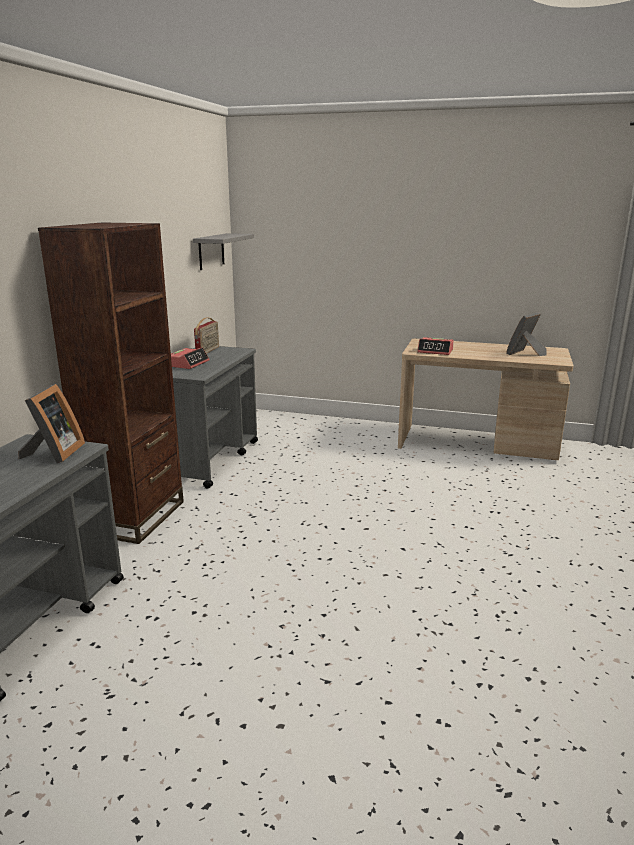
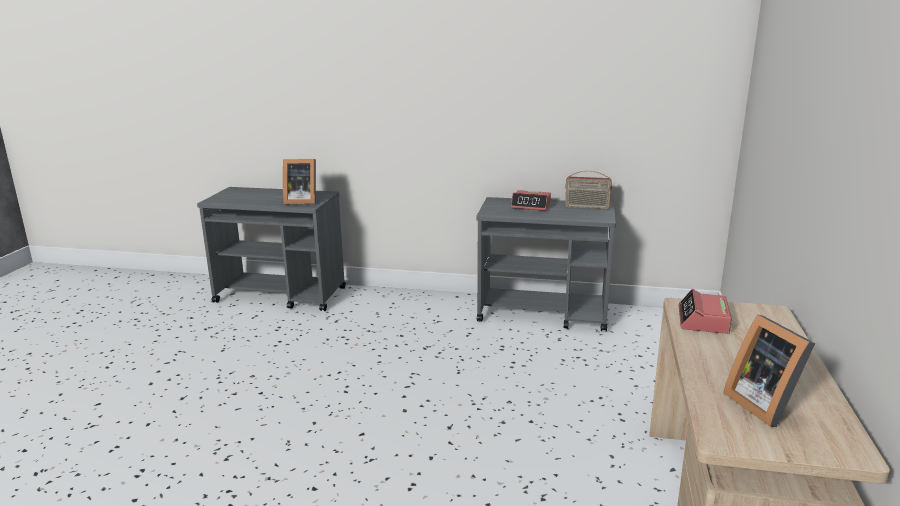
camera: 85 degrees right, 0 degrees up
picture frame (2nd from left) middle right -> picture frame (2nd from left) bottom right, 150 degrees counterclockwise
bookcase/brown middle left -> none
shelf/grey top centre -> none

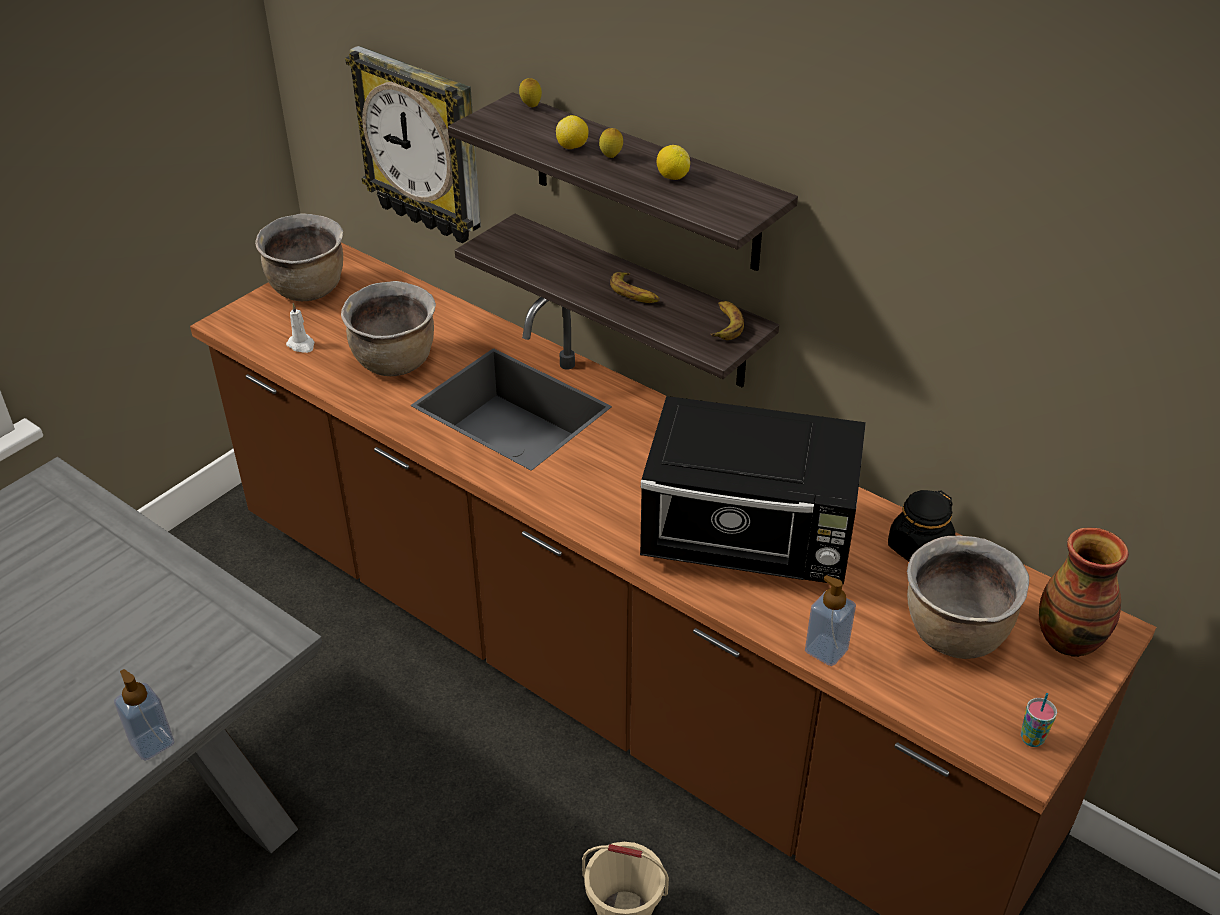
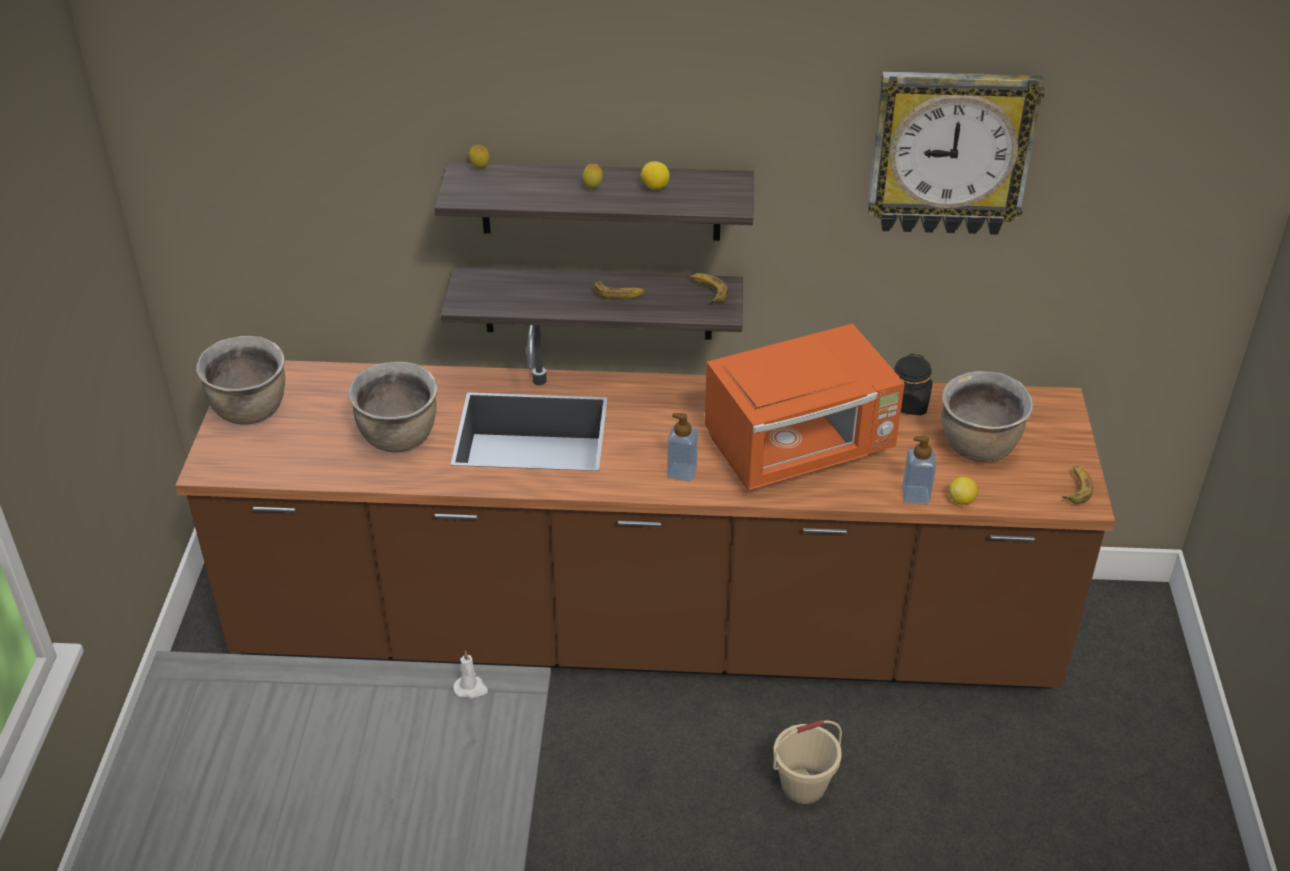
camera: 35 degrees left, 0 degrees up
candle/white middle left -> candle/white bottom centre, move
soap dispenser (1st from left) bottom left -> soap dispenser (1st from left) centre, move
microwave/black centre -> microwave/orange centre
wall clock top centre -> wall clock top right, move
lemon (2nd from left in the first image) top centre -> lemon (4th from left) middle right, move
cup bottom right -> banana (3rd from left) middle right
vase middle right -> none

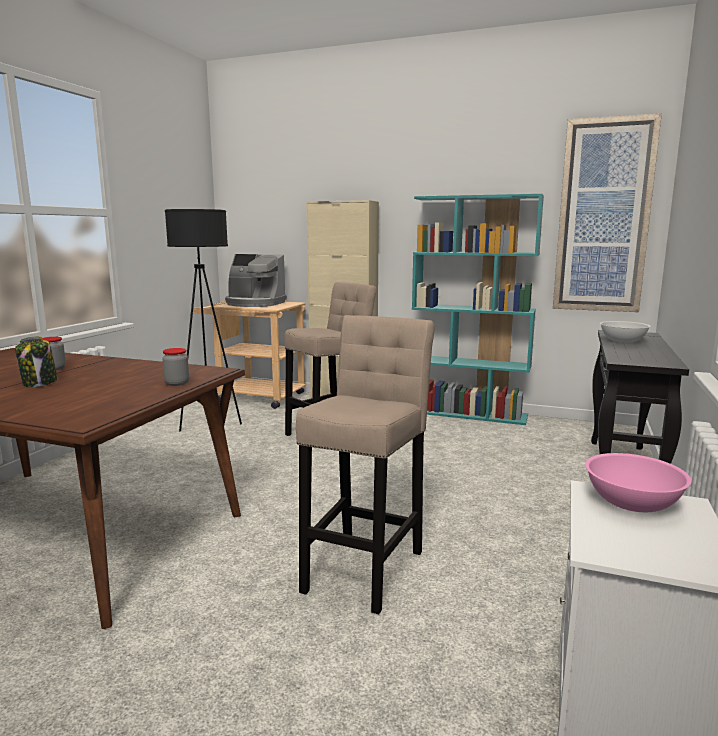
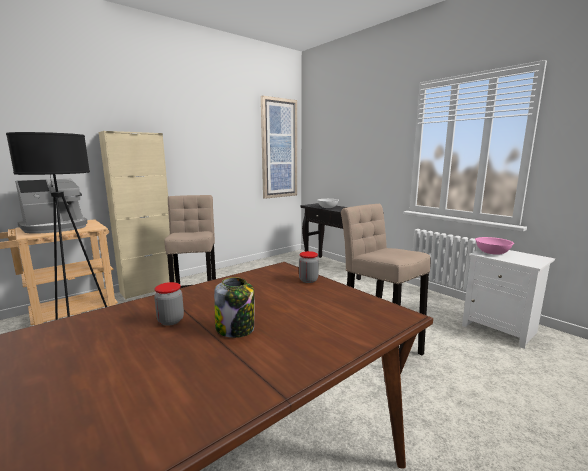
camera: 60 degrees left, 0 degrees up
bookcase/turquoise centre -> none

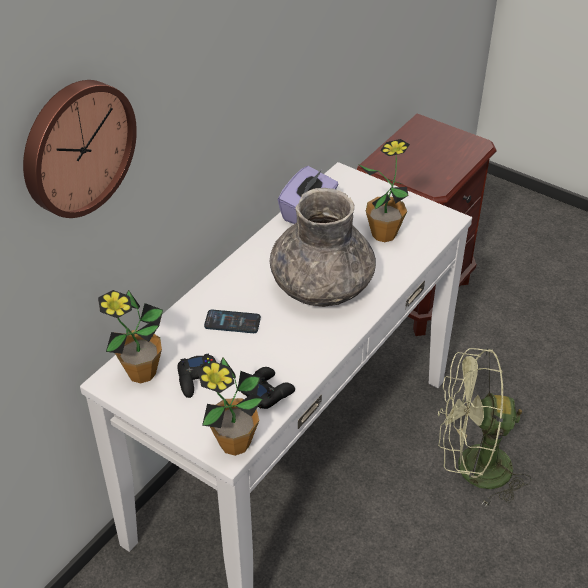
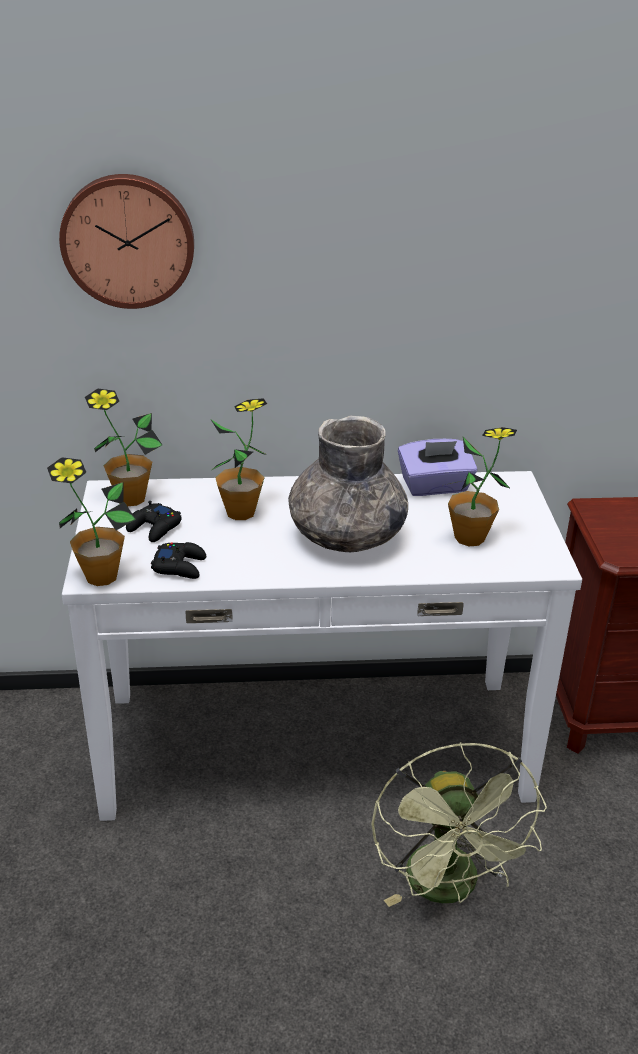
camera: 50 degrees right, 10 degrees down
phone centre -> potted plant (3rd from left) centre
fan/green bottom right, 150 degrees counterclockwise

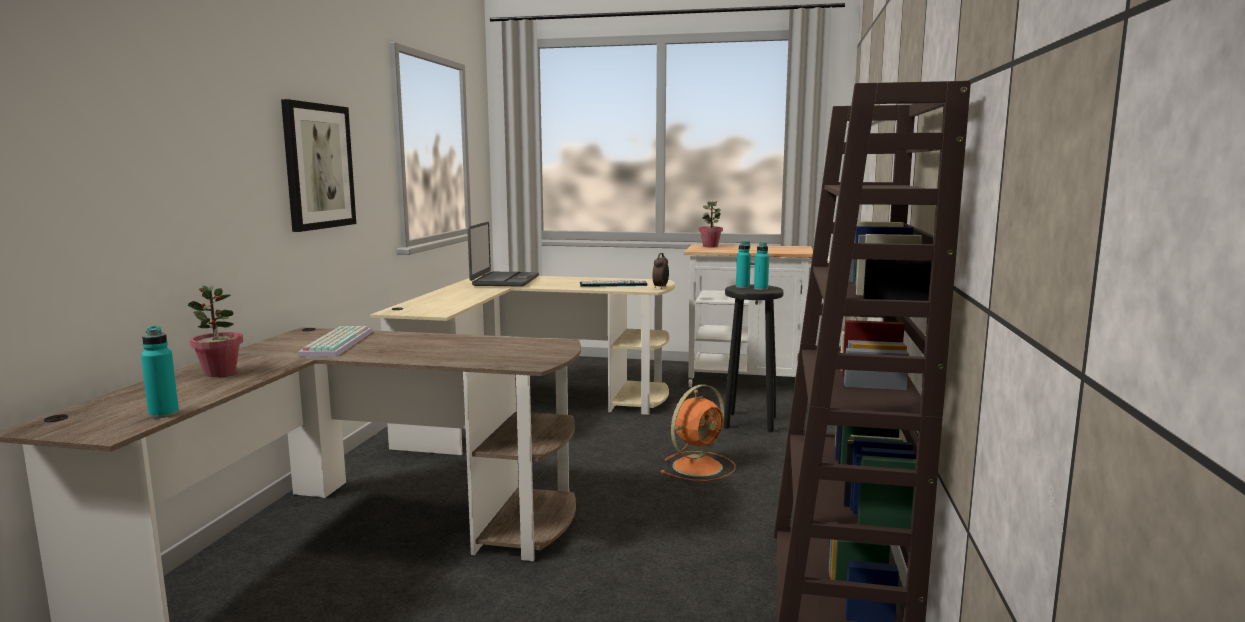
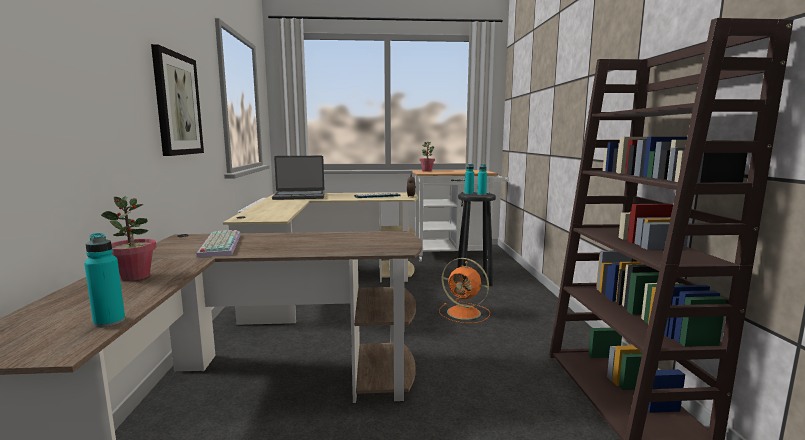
camera: 15 degrees left, 0 degrees up
laptop centre, 90 degrees clockwise
fan/orange bottom centre -> fan/orange centre, 90 degrees clockwise

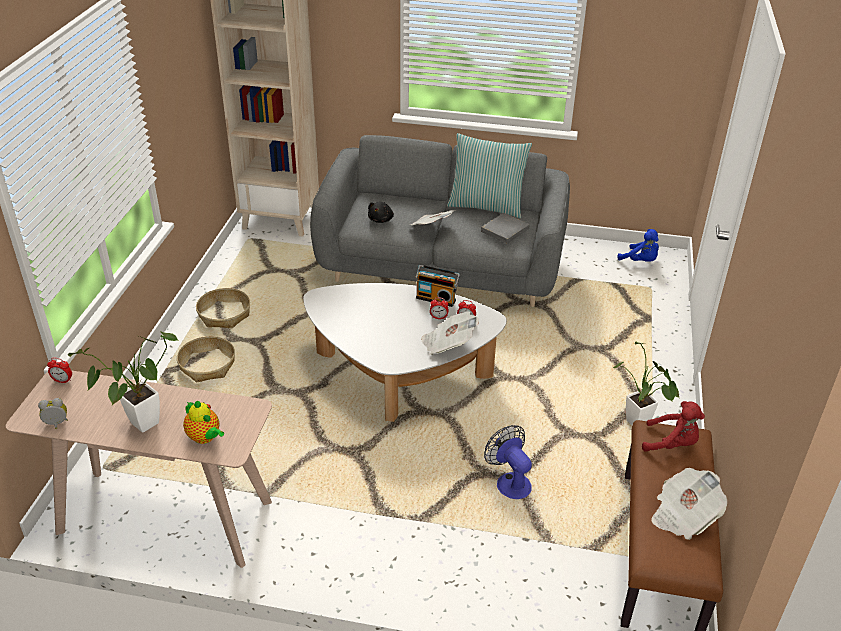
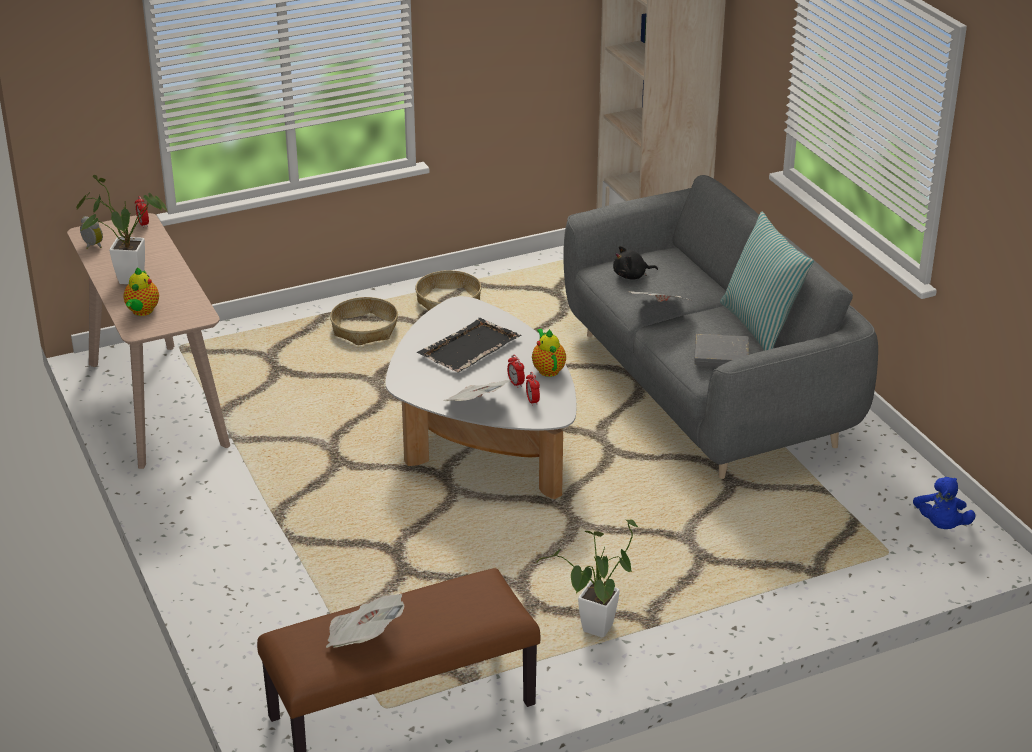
camera: 55 degrees right, 5 degrees down
none -> tray/black centre
radio centre -> teapot (2nd from left) centre
fan bottom centre -> none
plush toy/red bottom right -> none

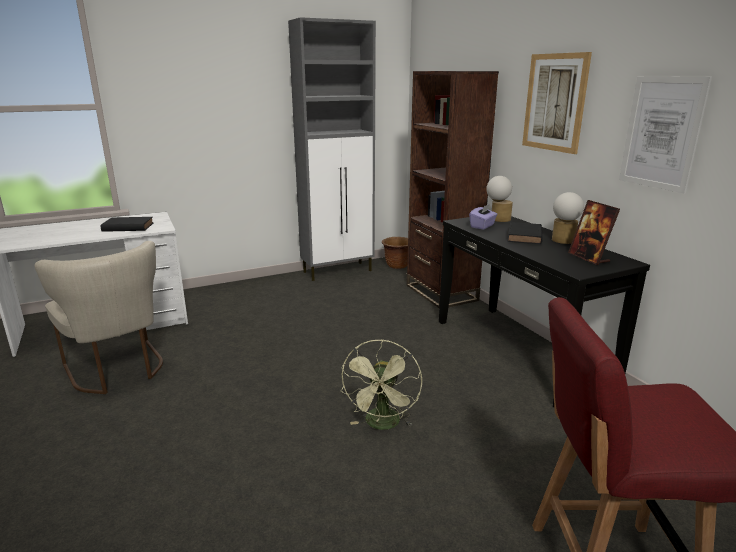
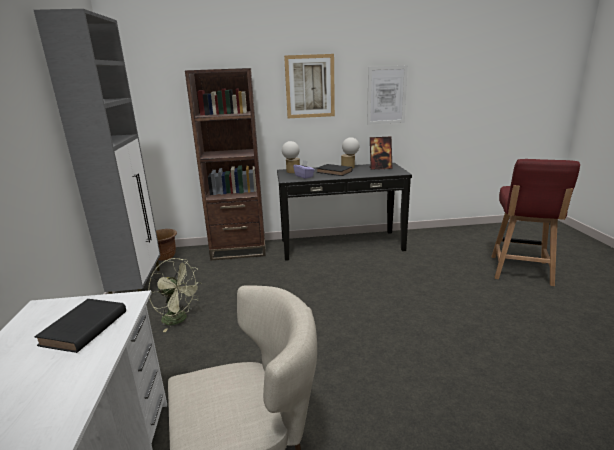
camera: 70 degrees left, 0 degrees up
fan/green bottom centre -> fan/green middle left, move

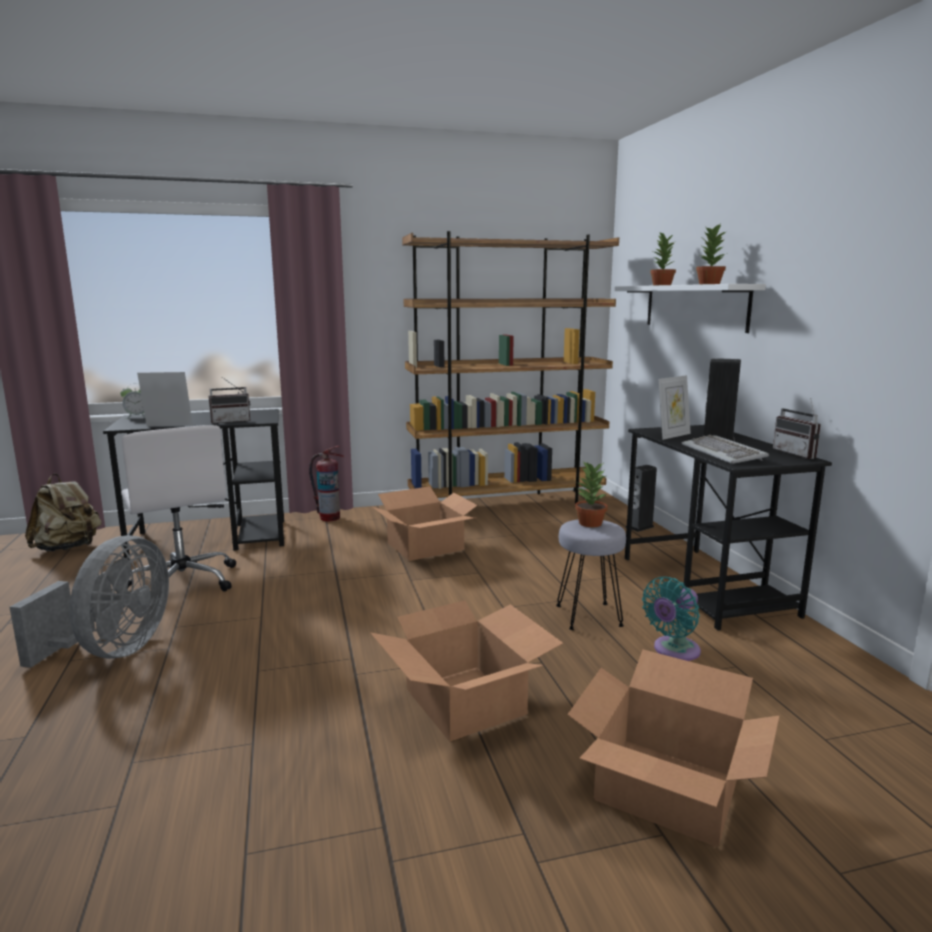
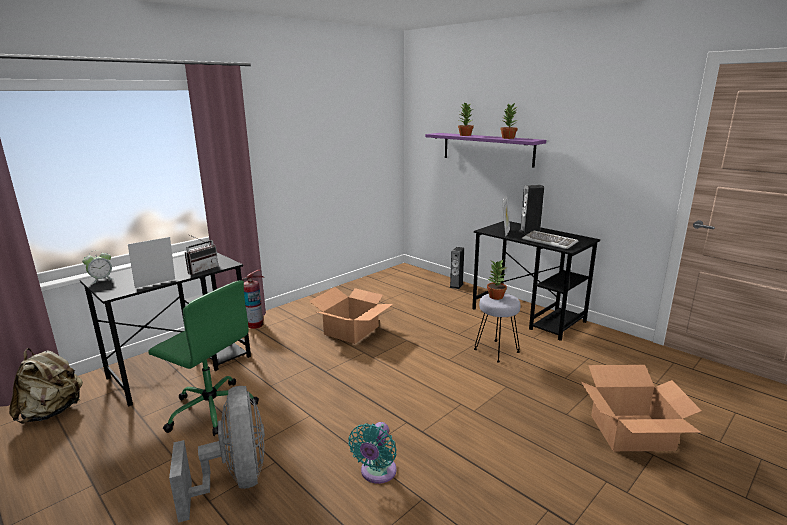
camera: 30 degrees left, 5 degrees up
office chair/white middle left -> office chair/green bottom left
fan/turquoise middle right -> fan/turquoise bottom centre, move
shelf/white top right -> shelf/purple top centre
cardboard box (2nd from left) bottom centre -> none
bookcase/brown centre -> none
radio (2nd from left) middle right -> none

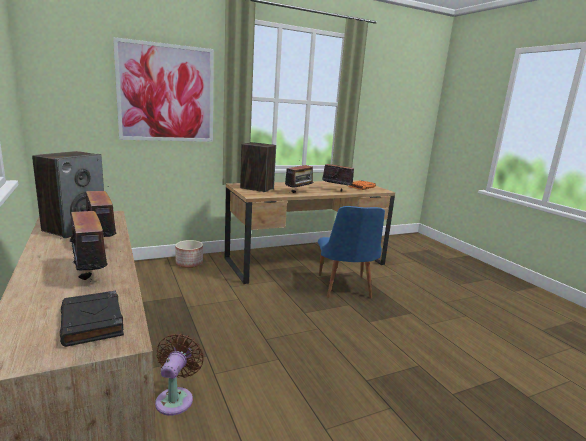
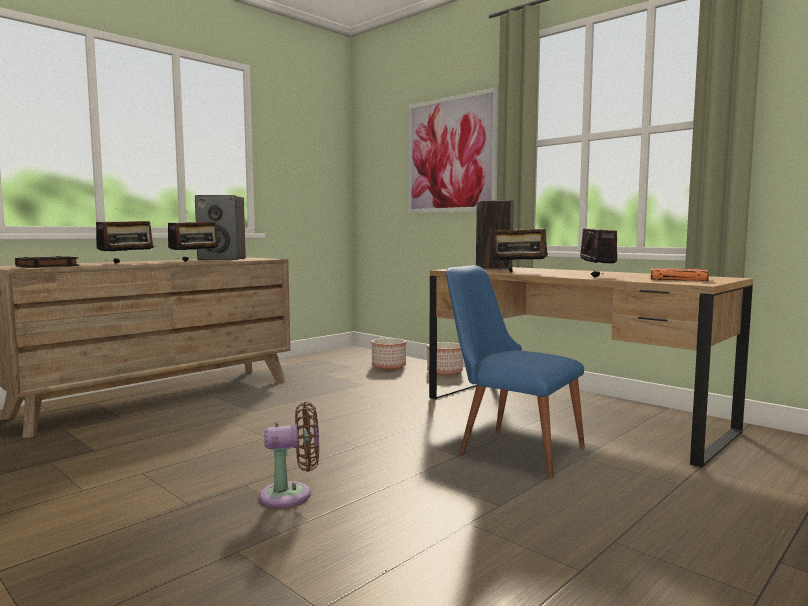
camera: 70 degrees right, 10 degrees down
fan/brown bottom left -> fan/brown bottom centre, move
none -> planter (1st from left) centre
chair/blue centre, 60 degrees clockwise

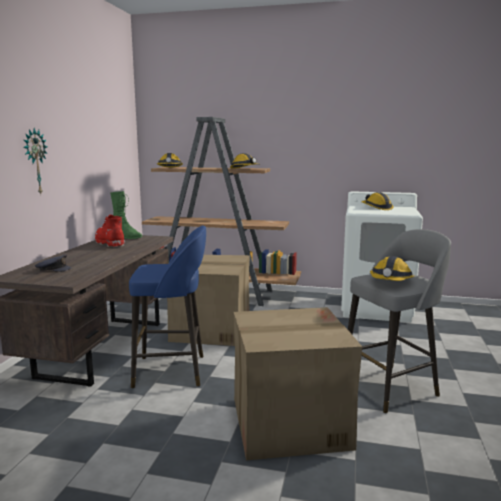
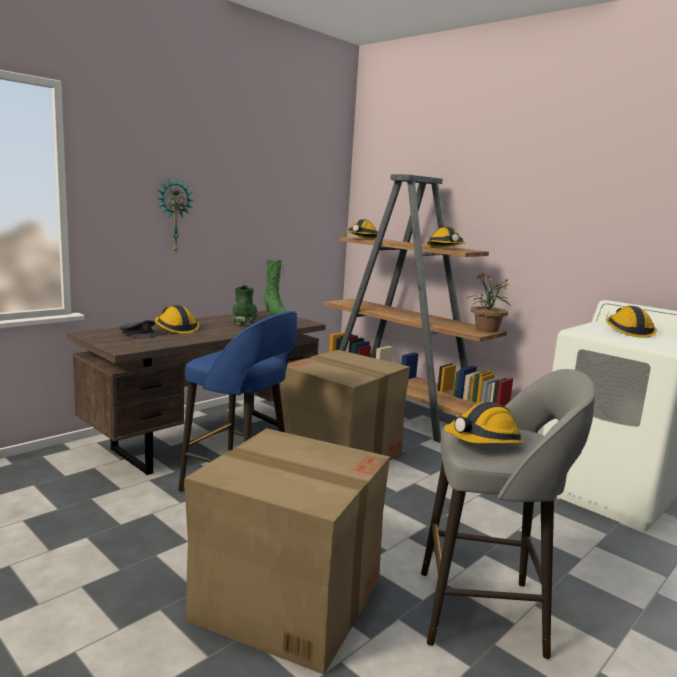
camera: 30 degrees right, 0 degrees up
none -> hard hat (1st from left) middle left
boot/red middle left -> boot/green (1st from left) centre
none -> potted plant middle right

